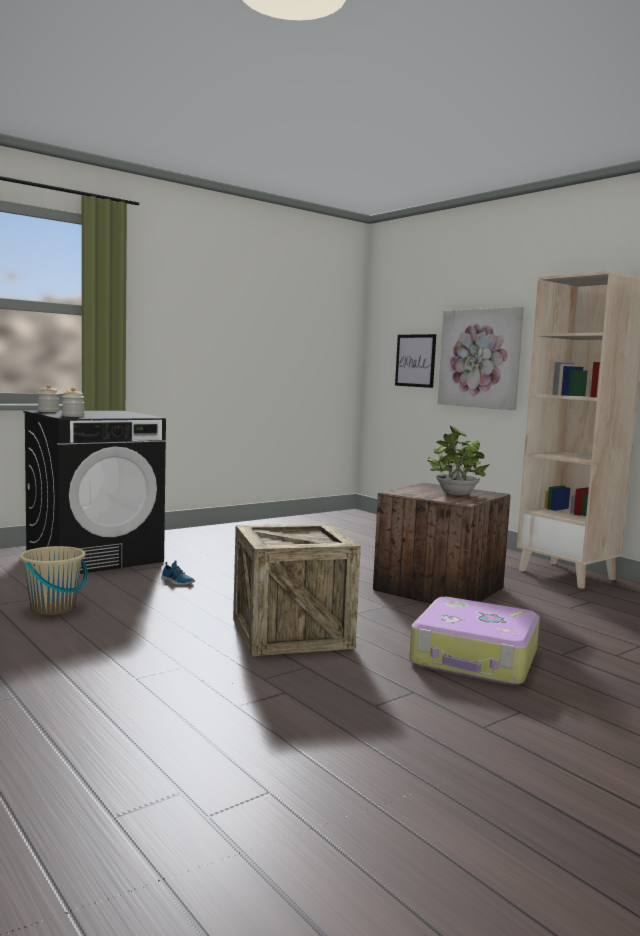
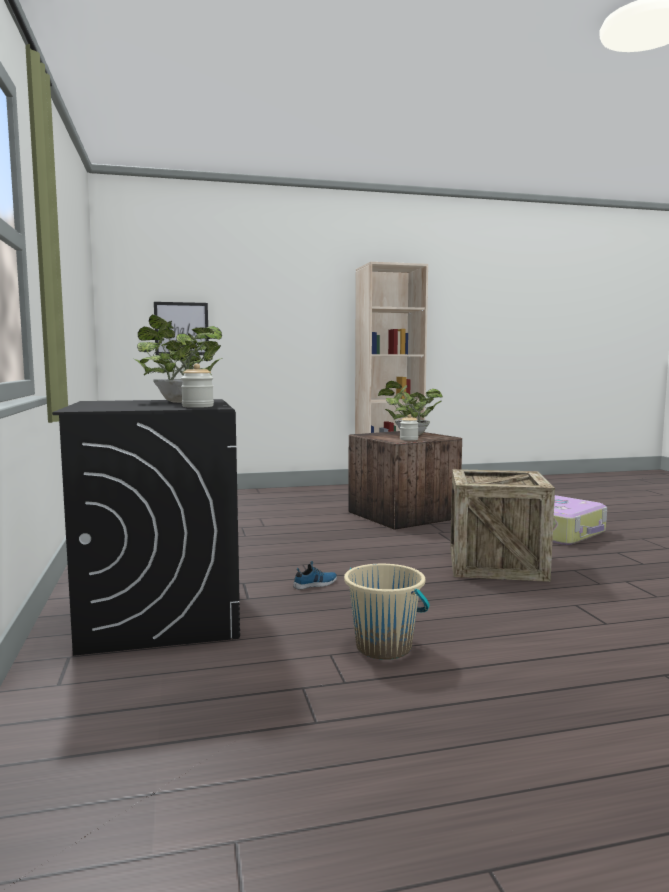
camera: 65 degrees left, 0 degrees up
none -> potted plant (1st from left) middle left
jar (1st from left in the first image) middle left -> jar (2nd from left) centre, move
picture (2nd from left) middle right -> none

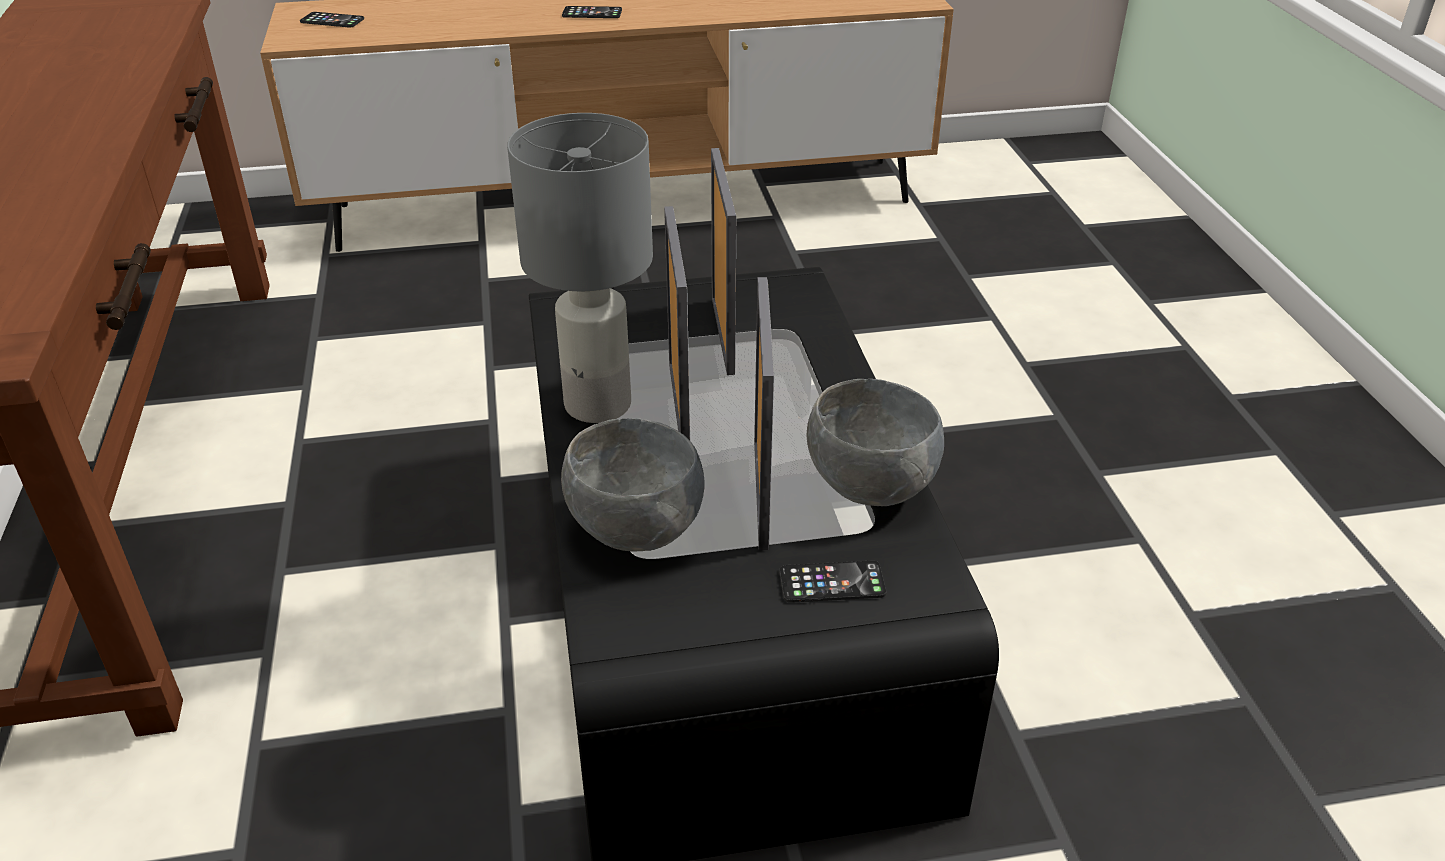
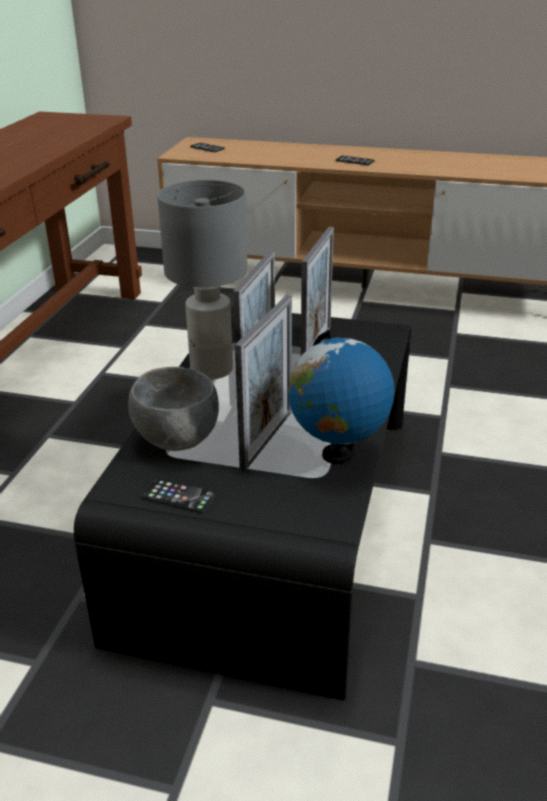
camera: 25 degrees right, 5 degrees down
phone (3rd from left in the first image) bottom centre -> phone (1st from left) middle left, move
bowl/grey (2nd from left) centre -> globe centre

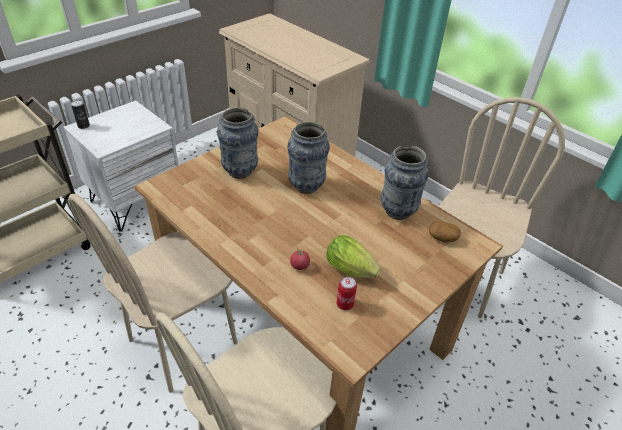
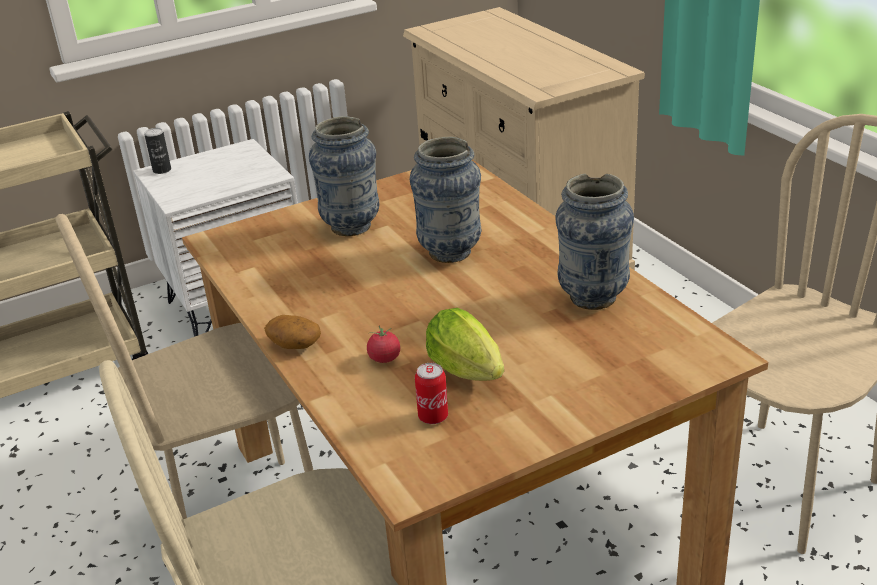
camera: 20 degrees right, 10 degrees down
potato middle right -> potato middle left, move

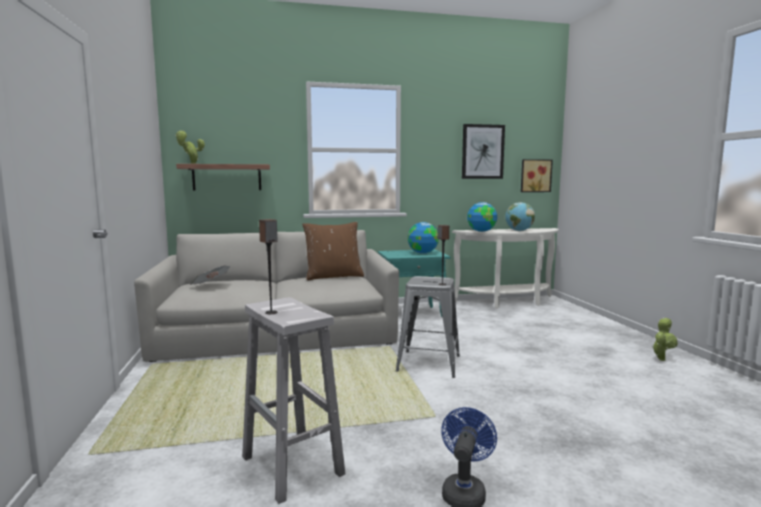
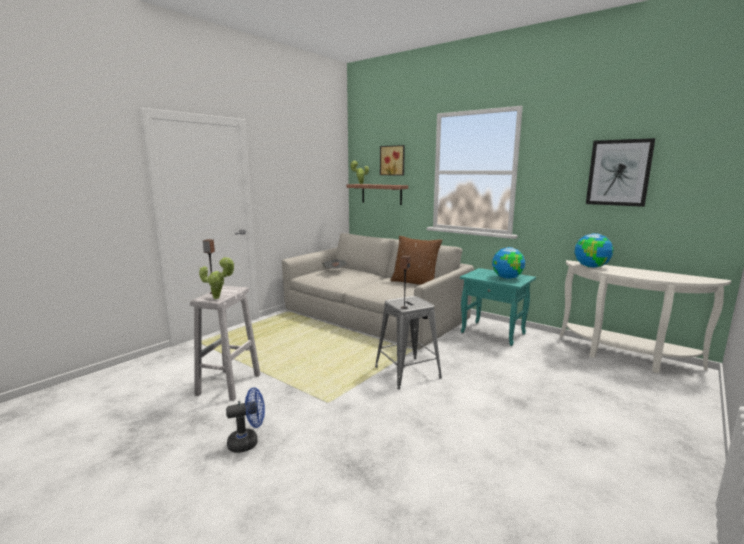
camera: 50 degrees right, 5 degrees up
potted plant (2nd from left in the first image) bottom right -> potted plant (1st from left) middle left, move
picture (2nd from left in the first image) middle right -> picture (1st from left) top centre, move
globe (3rd from left) middle right -> none

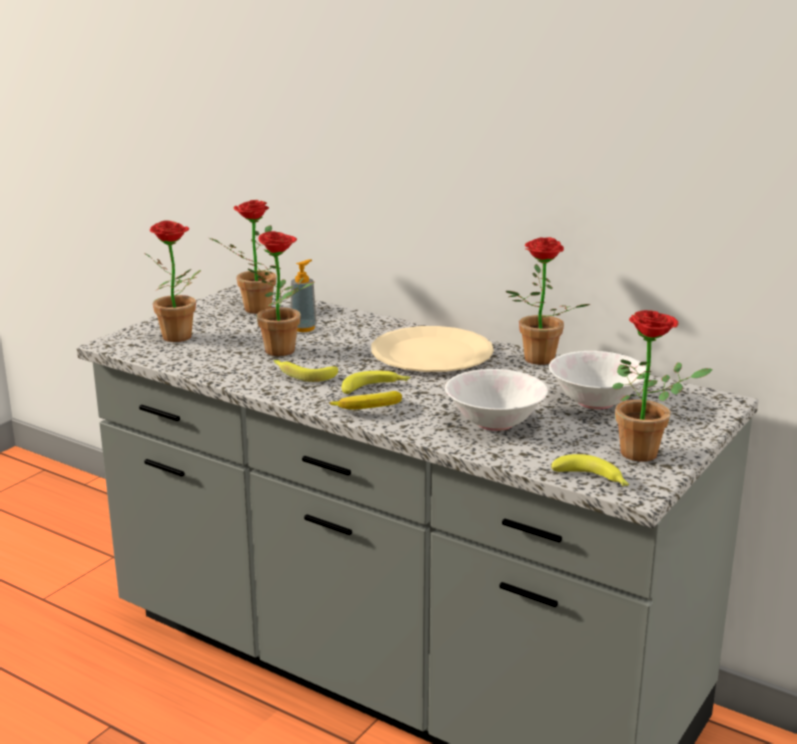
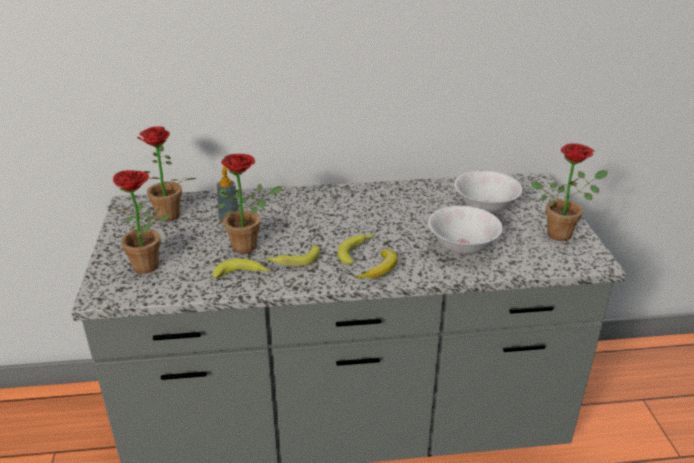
camera: 40 degrees left, 10 degrees up
banana (4th from left in the first image) middle right -> banana (1st from left) centre, move
plate/beige centre -> none
potted plant (4th from left) middle right -> none

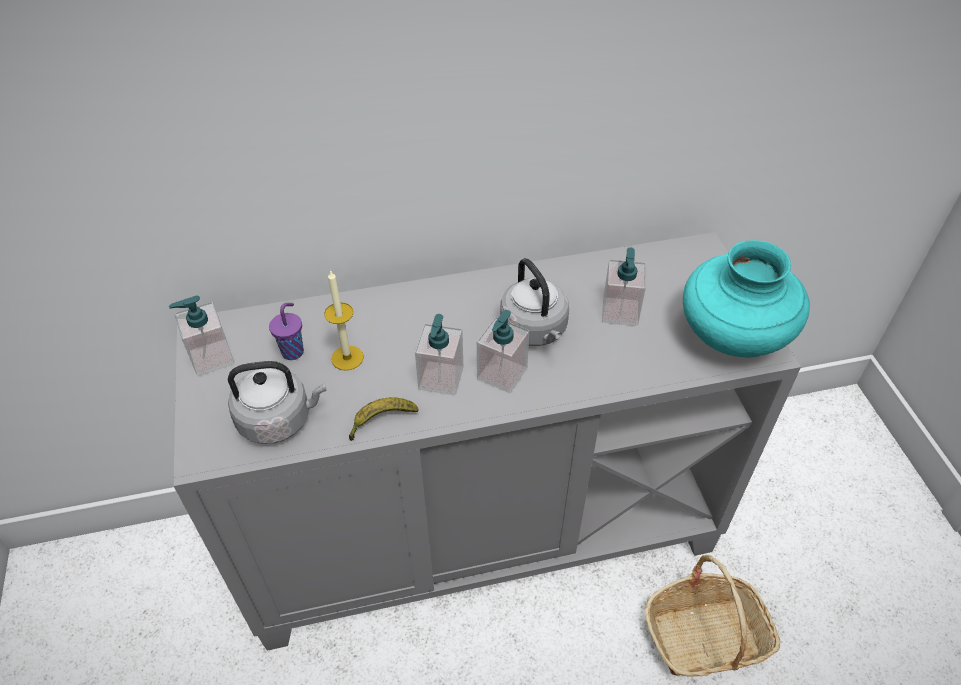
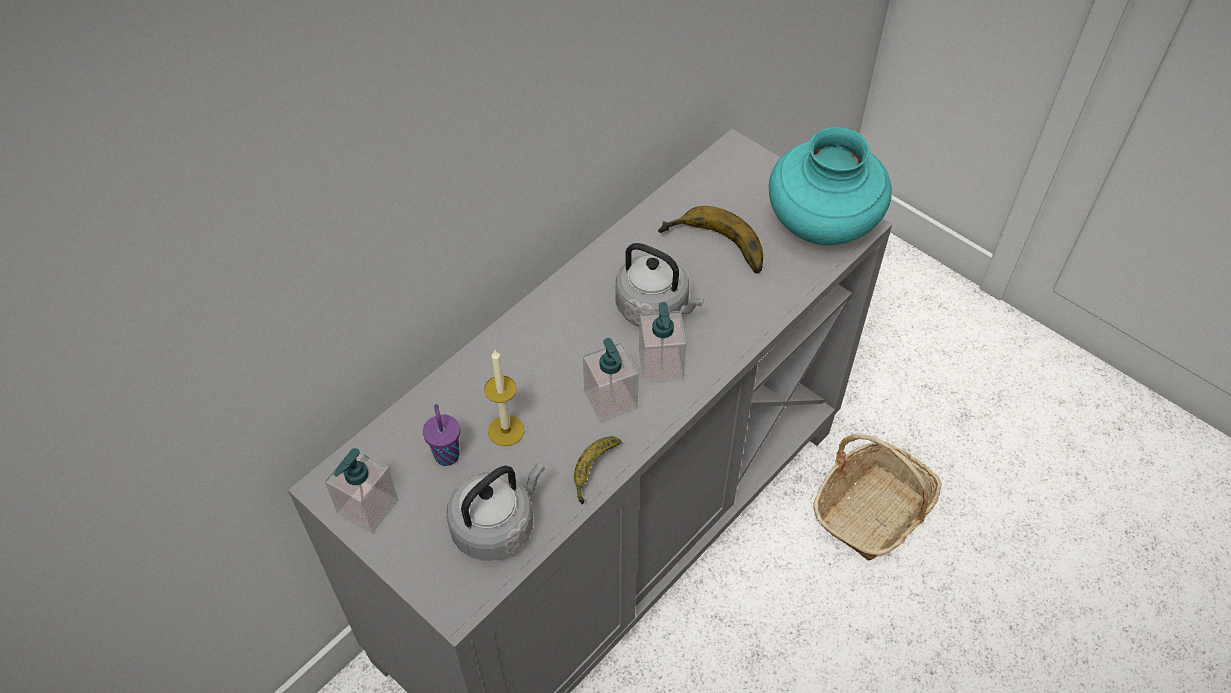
camera: 35 degrees left, 5 degrees up
soap dispenser (4th from left) centre -> banana (2nd from left) centre

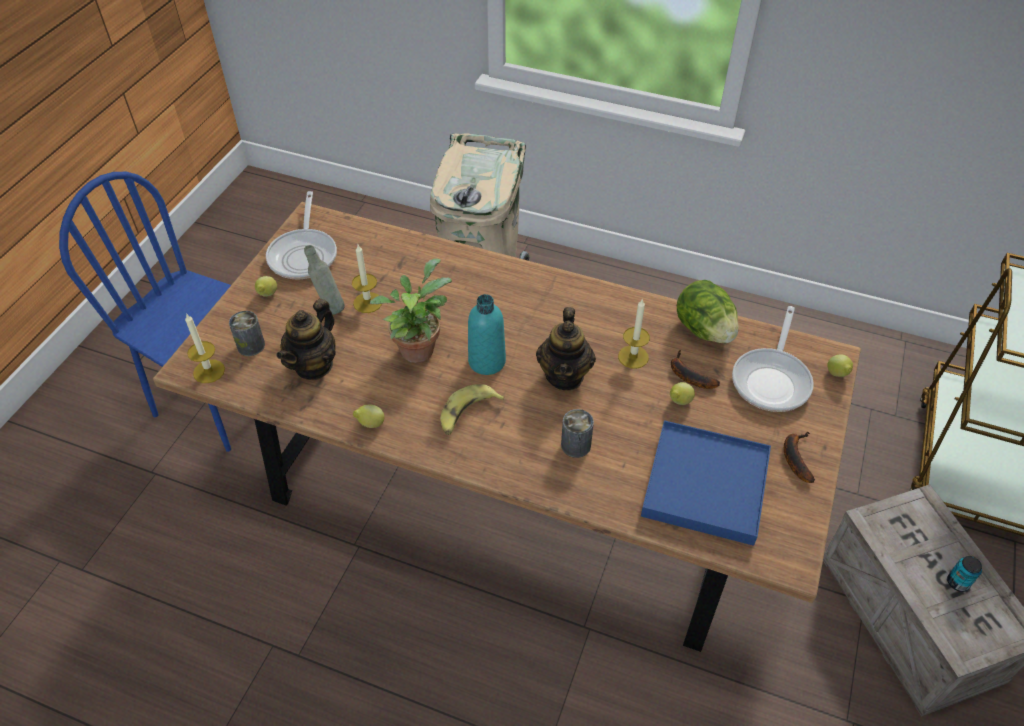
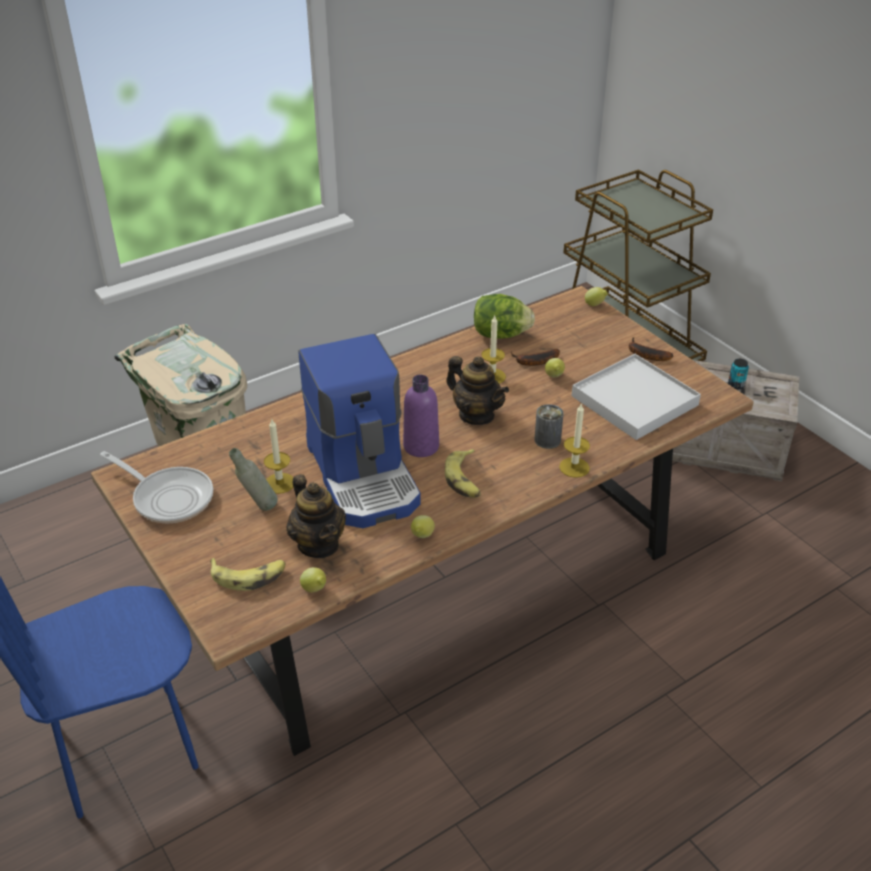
camera: 55 degrees left, 10 degrees down
can (1st from left) middle left -> banana (1st from left) middle left
potted plant centre -> coffee machine centre
lemon (1st from left) middle left -> lemon (1st from left) centre, move
bottle/turquoise centre -> bottle/purple centre
candle (1st from left in the first image) middle left -> candle (3rd from left) centre, move
tray/blue middle right -> tray/white middle right
frying pan (2nd from left) middle right -> none

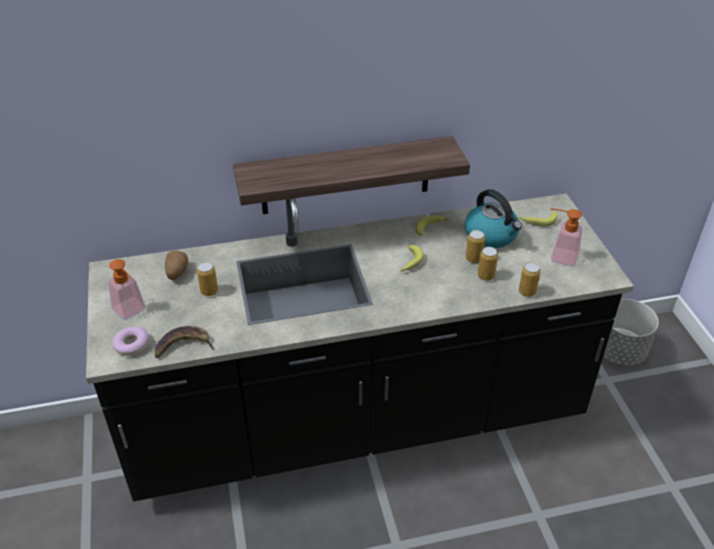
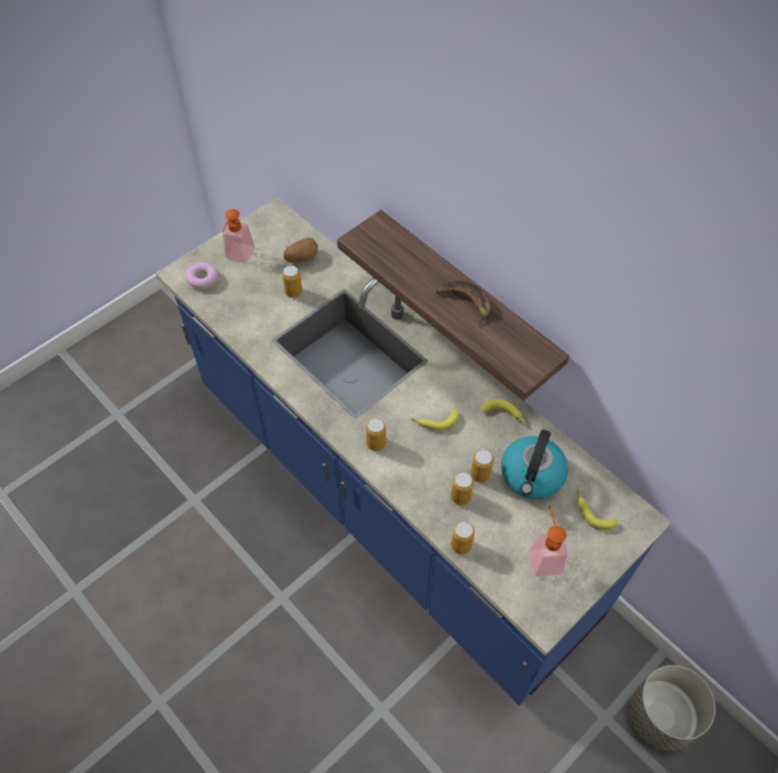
camera: 60 degrees right, 15 degrees up
counter/black centre -> counter/blue centre
none -> can (2nd from left) centre
banana (1st from left in the first image) middle left -> banana (2nd from left) centre, move

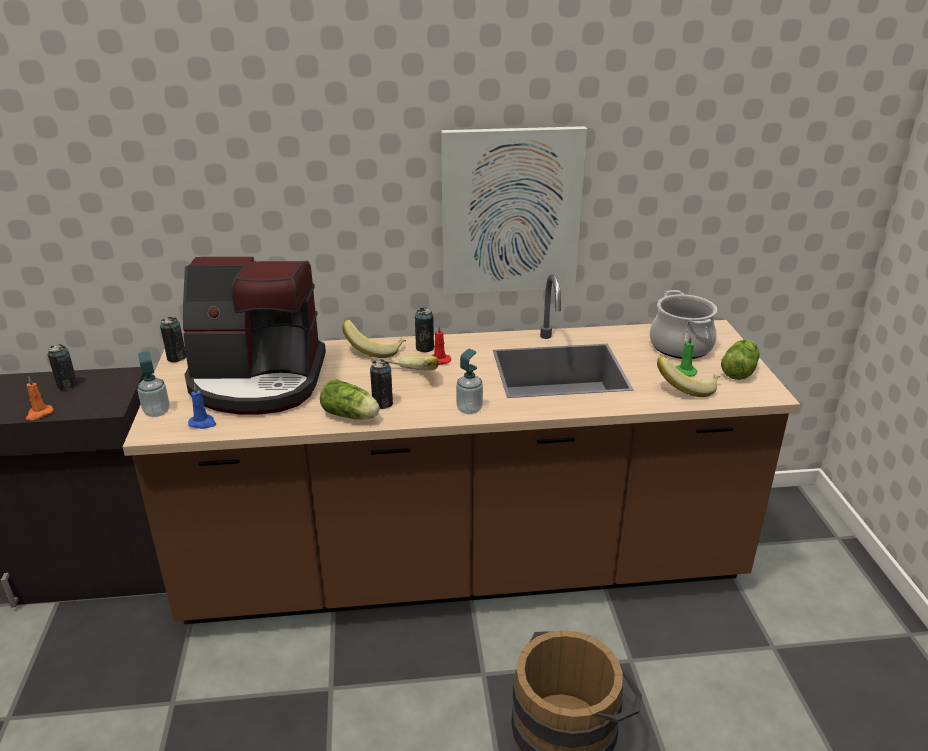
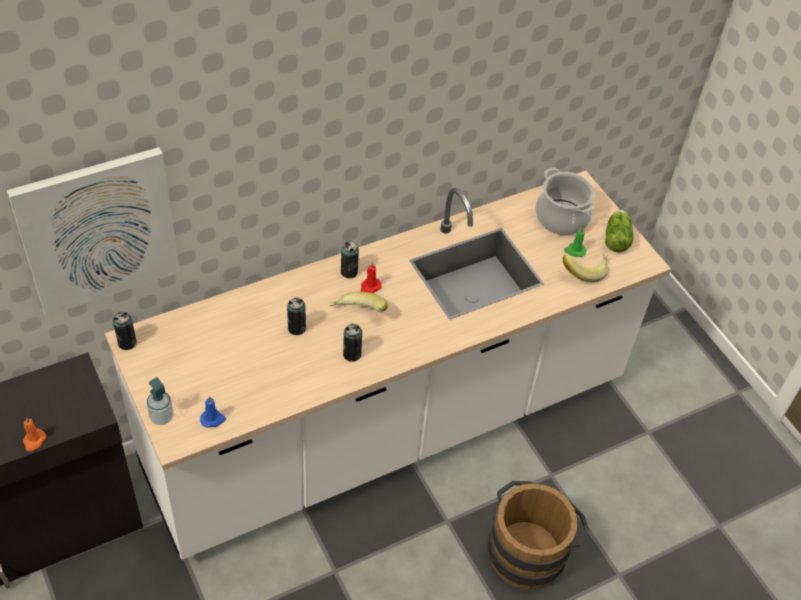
camera: 25 degrees left, 20 degrees up
picture top centre -> picture middle left, move
counter/brown centre -> counter/white centre
can (1st from left in the first image) middle left -> can (2nd from left) centre, move
coffee machine middle left -> none
lettuce (1st from left) centre -> none
banana (1st from left) centre -> none
soap dispenser (2nd from left) centre -> none

